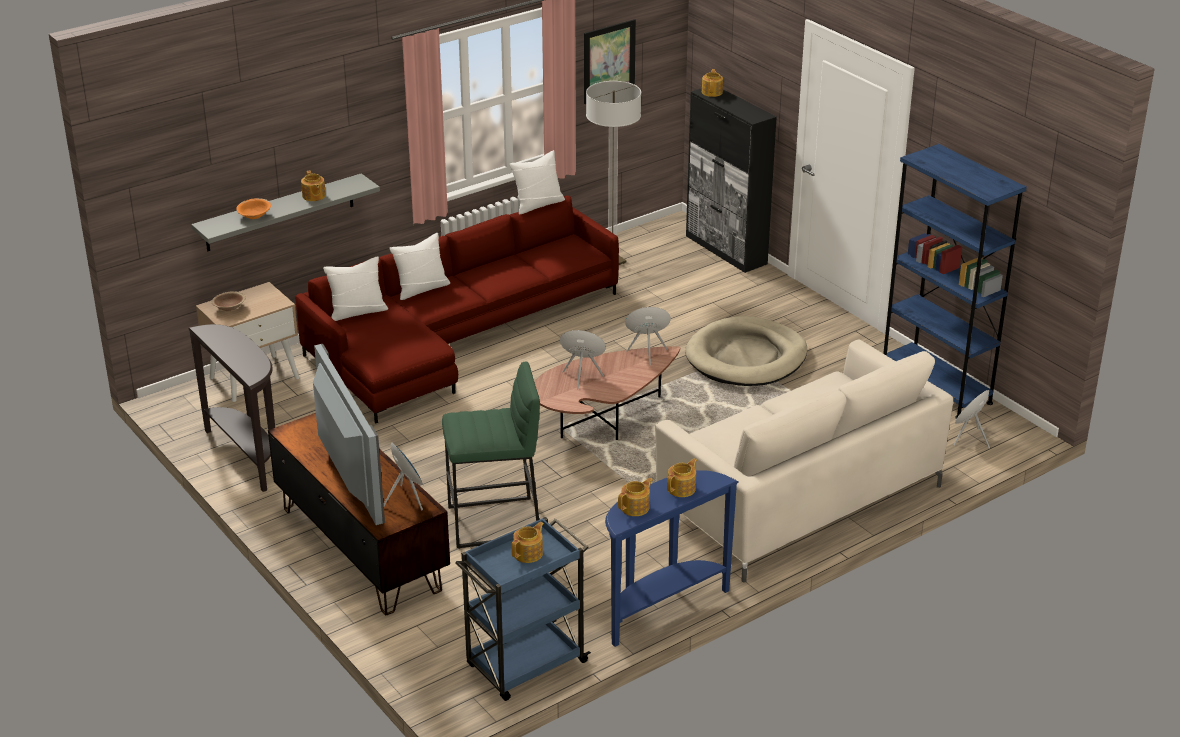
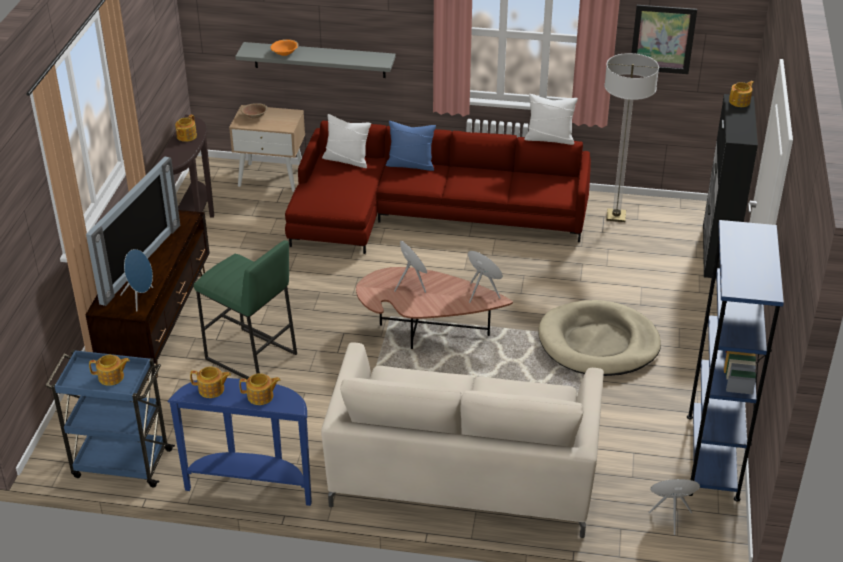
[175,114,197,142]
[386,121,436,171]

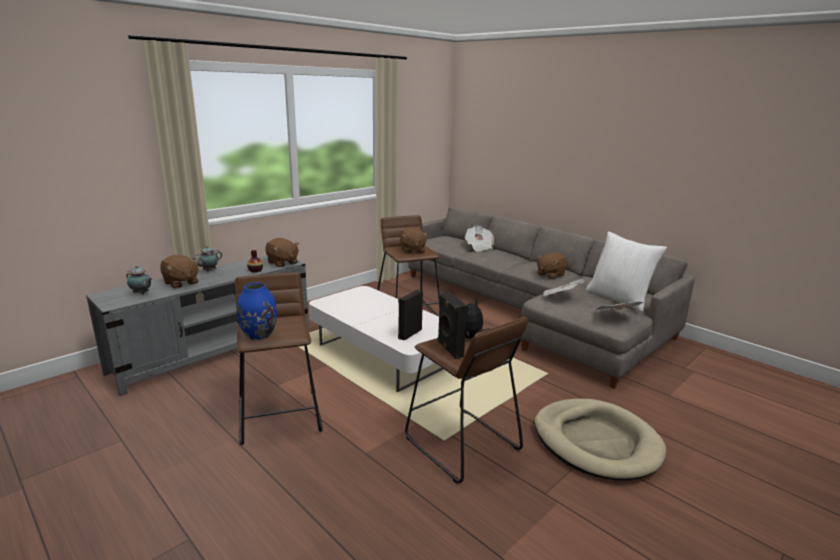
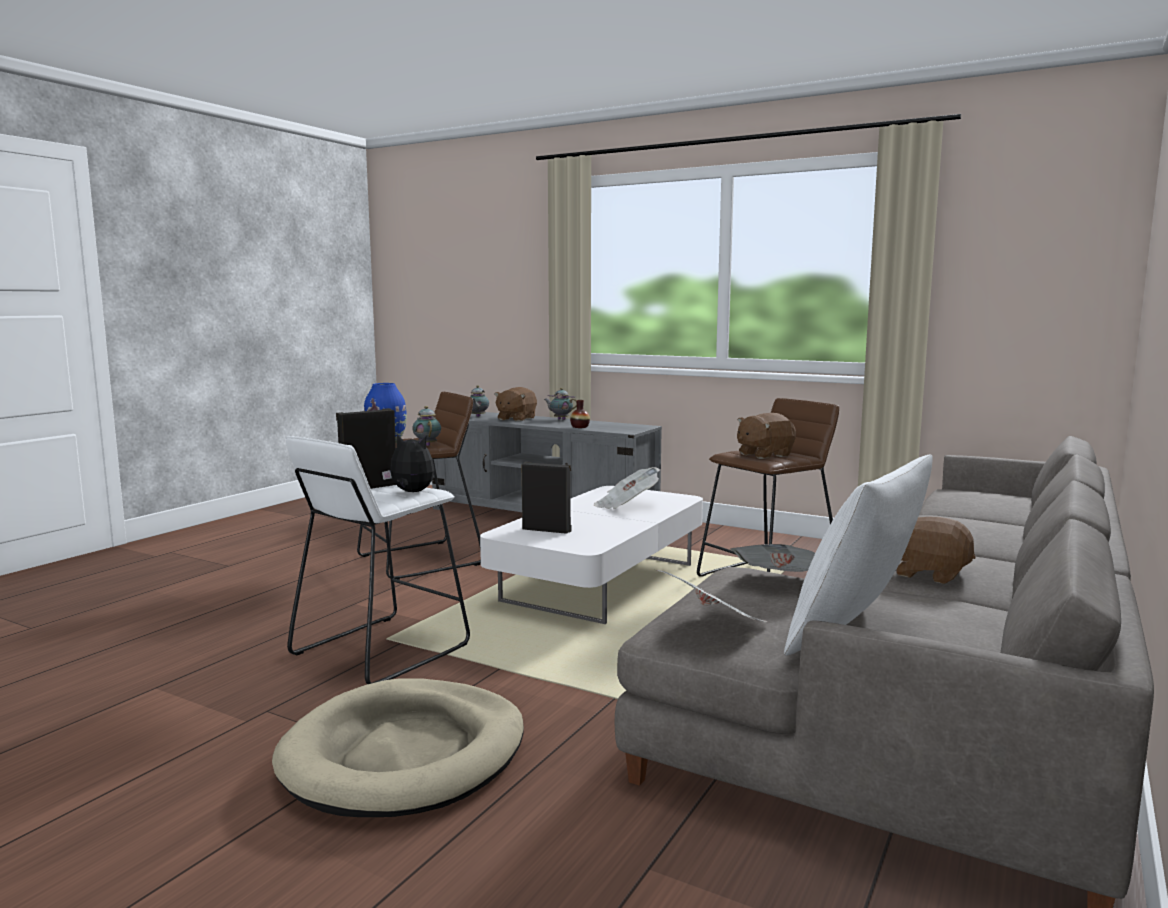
[594,467,660,509]
[265,238,299,267] (first image)
[286,436,470,684]
[412,406,441,446]

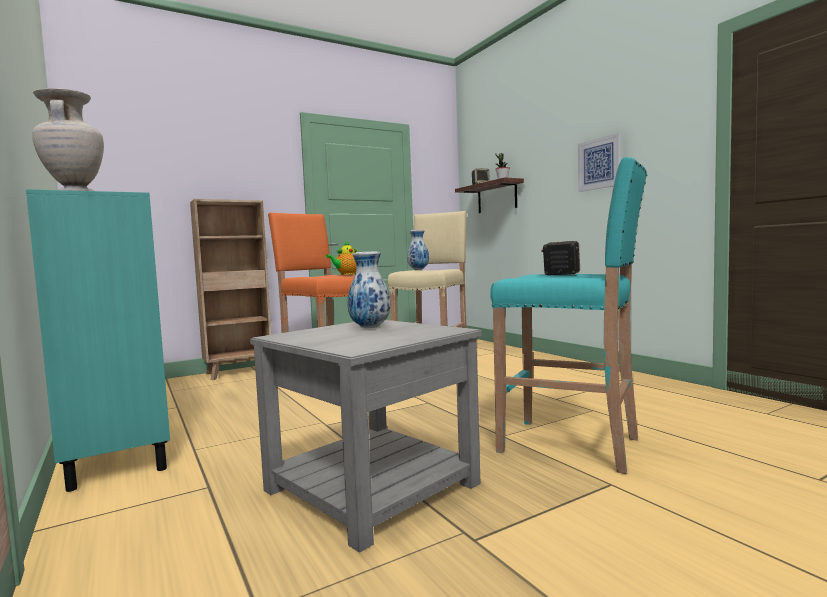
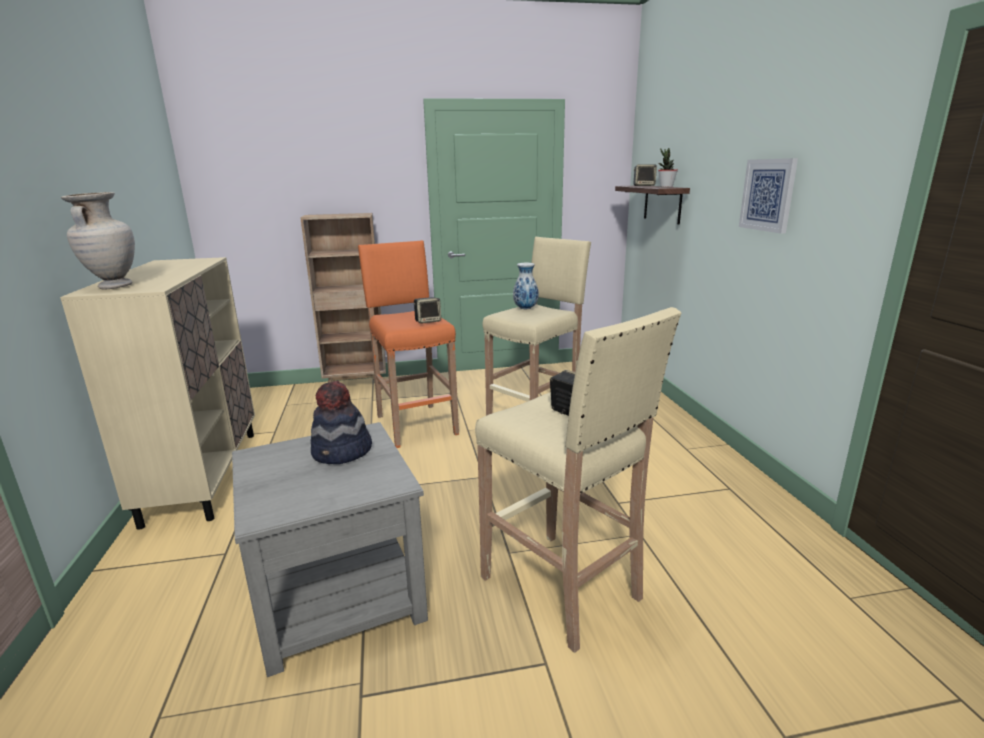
[475,307,681,653]
[60,257,255,530]
[414,297,441,324]
[311,381,372,464]

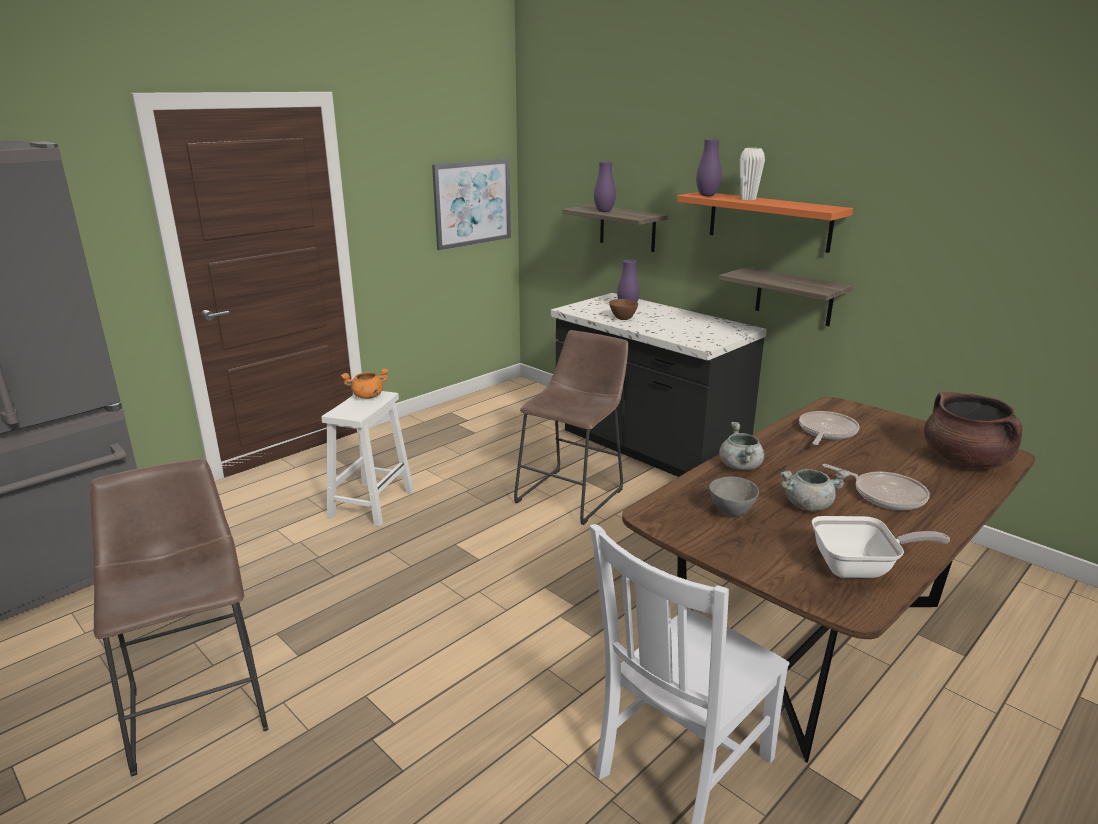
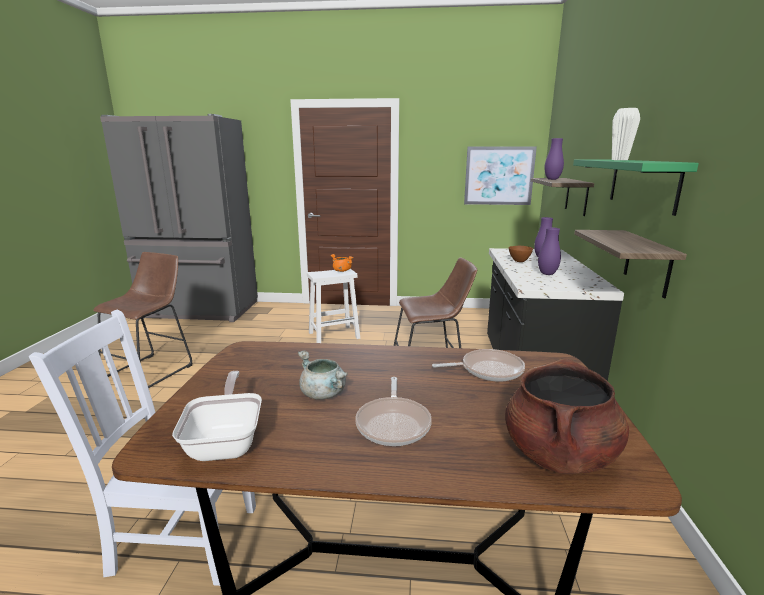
[538,227,561,275]
[573,159,699,216]
[719,422,764,470] (first image)
[709,477,759,518] (first image)
[172,371,262,461]

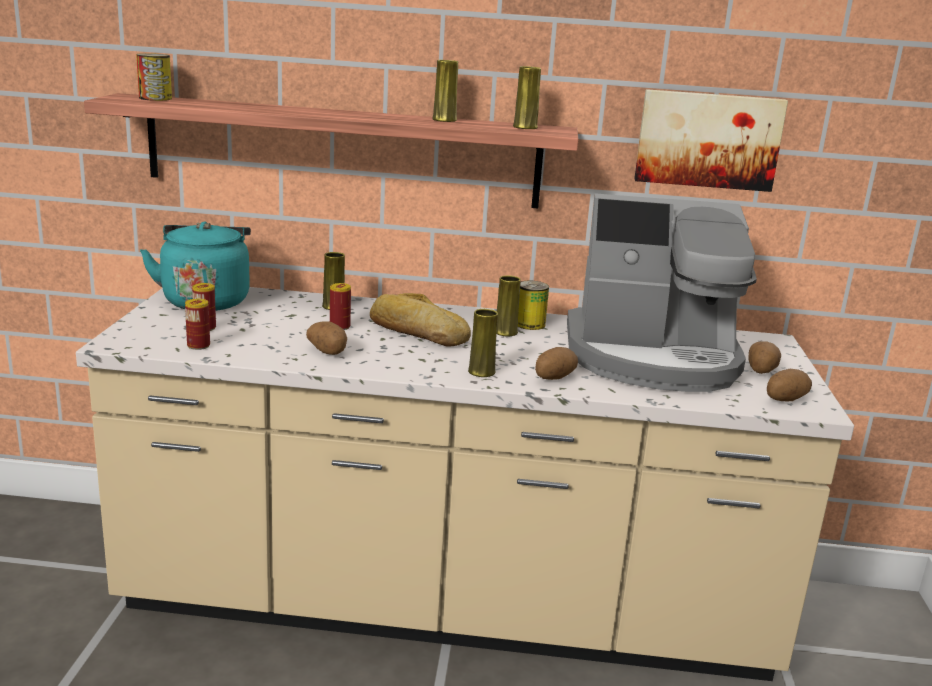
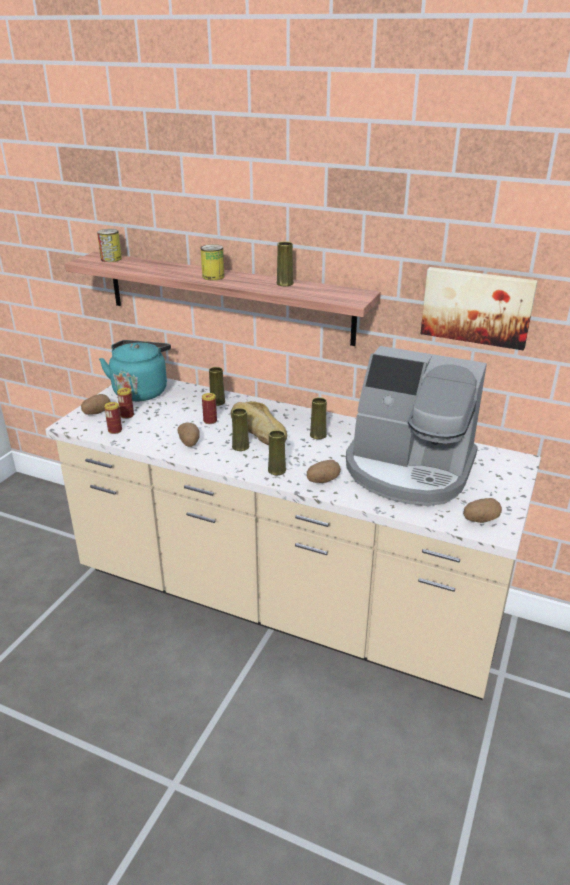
[232,408,249,451]
[201,244,225,280]
[81,394,110,415]

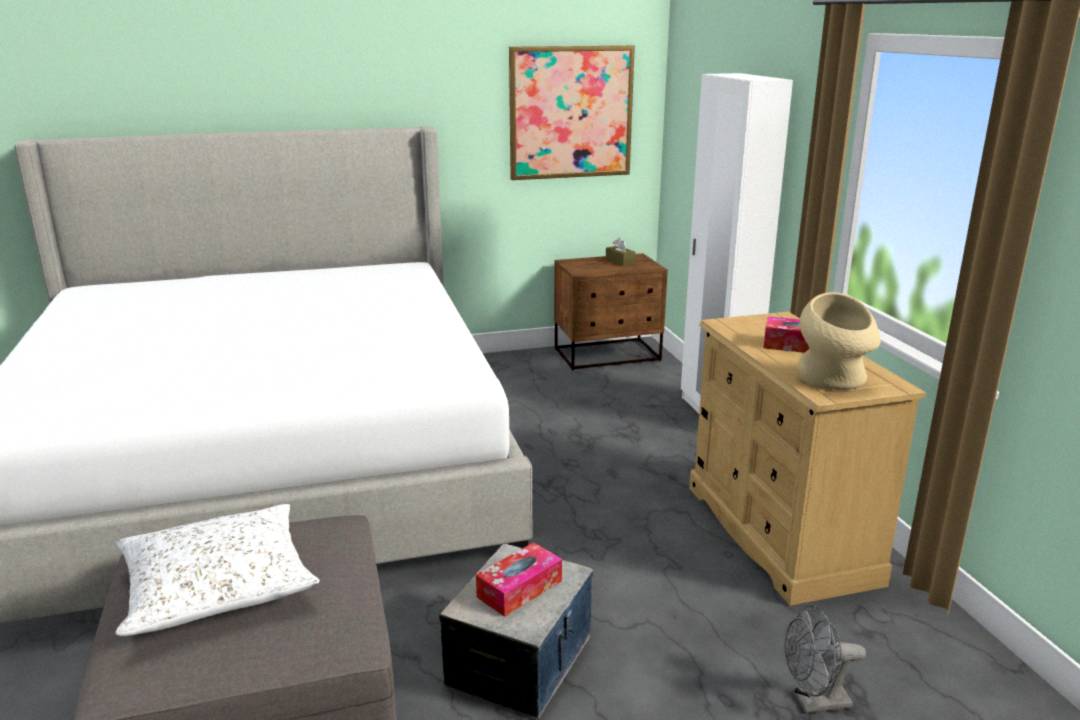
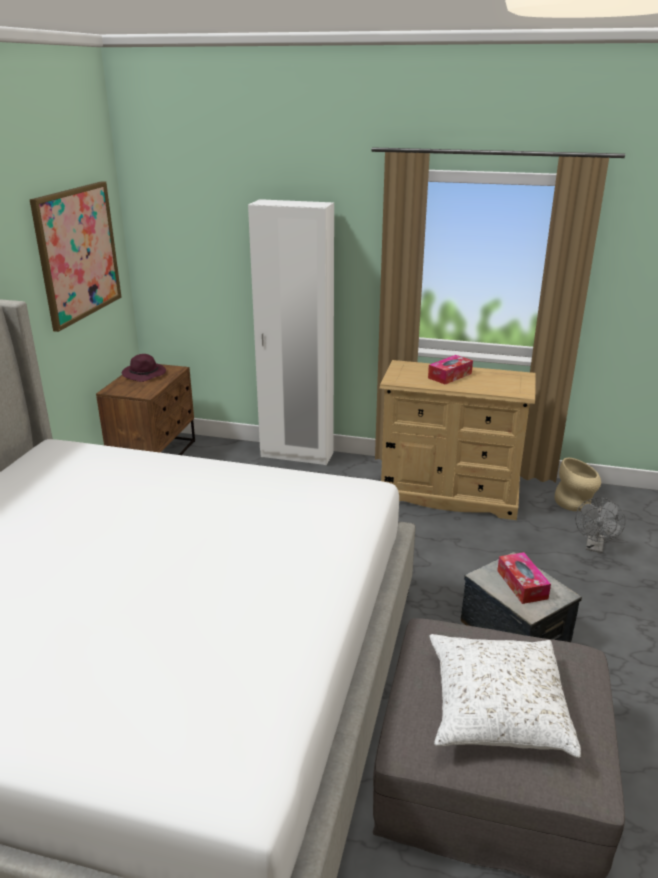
[122,354,166,382]
[555,458,601,511]

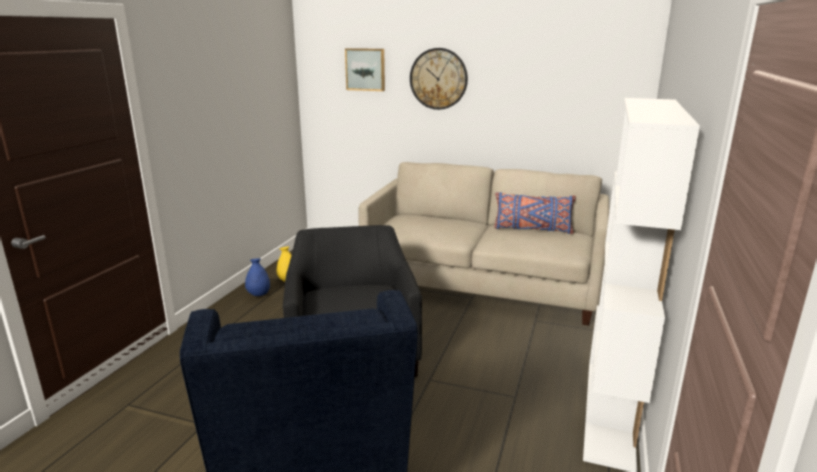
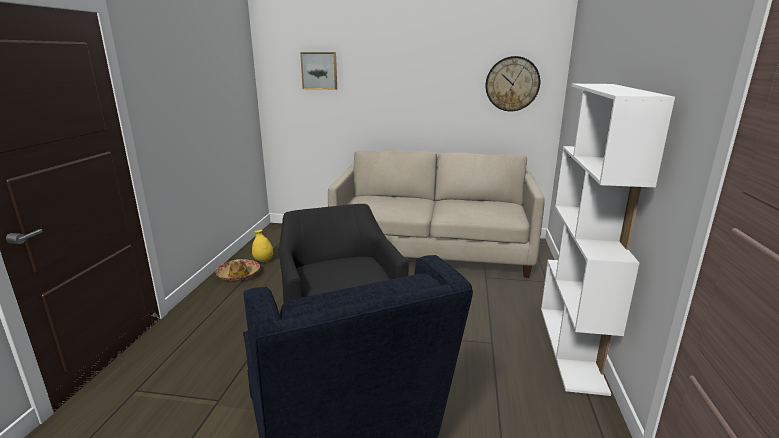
[485,56,540,111]
[494,192,576,234] (first image)
[215,259,260,281]

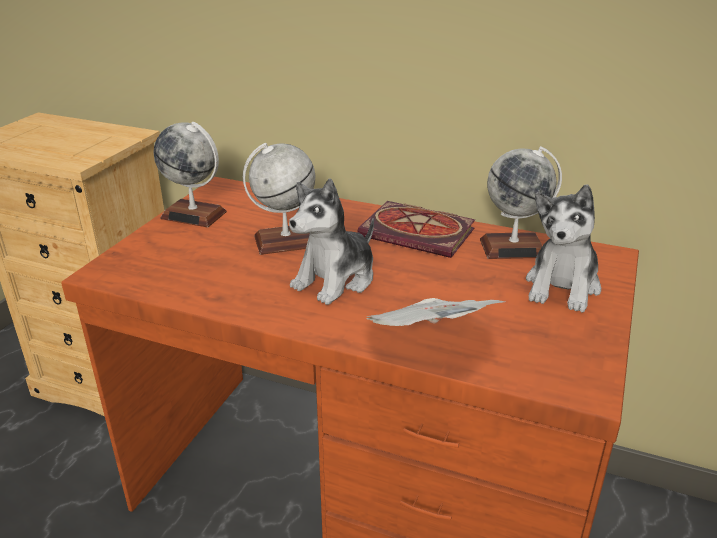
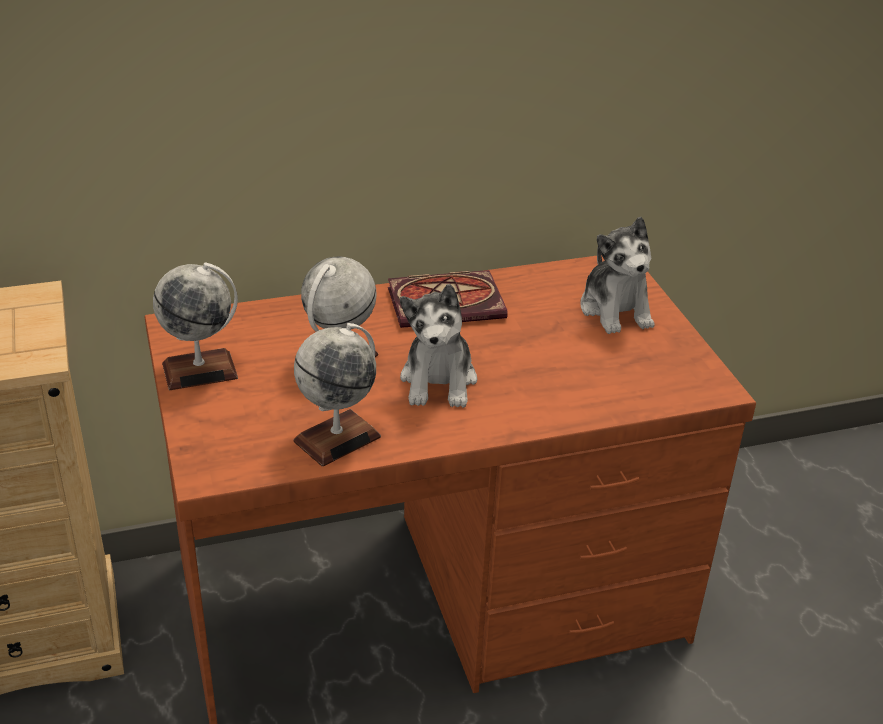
[293,323,381,467]
[366,298,504,326] (first image)

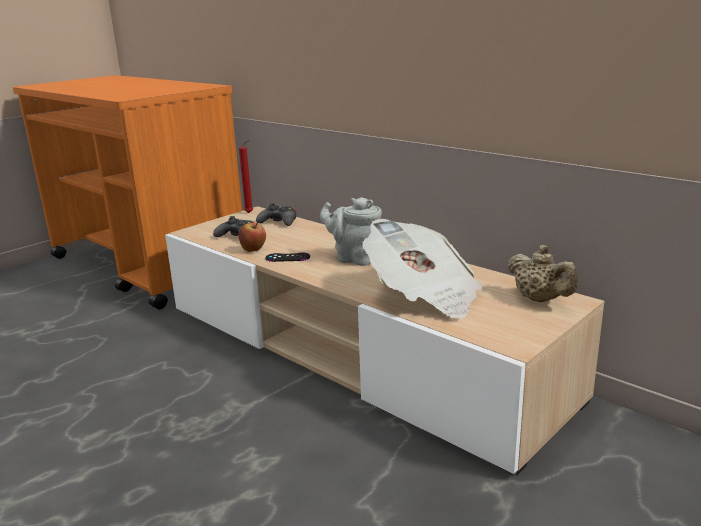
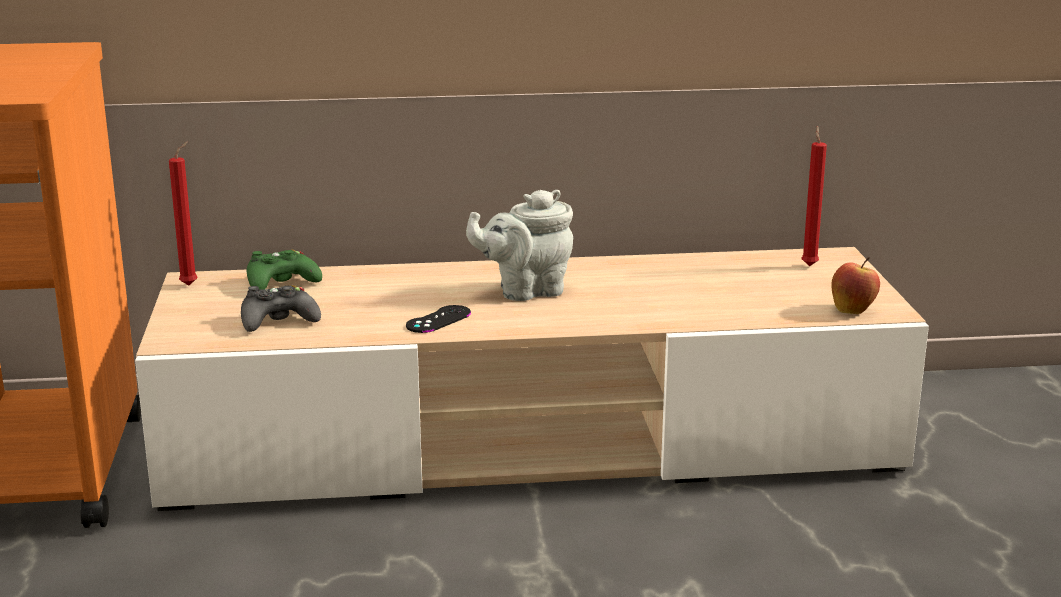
[247,249,322,290]
[362,219,483,319] (first image)
[831,257,880,314]
[801,126,827,266]

